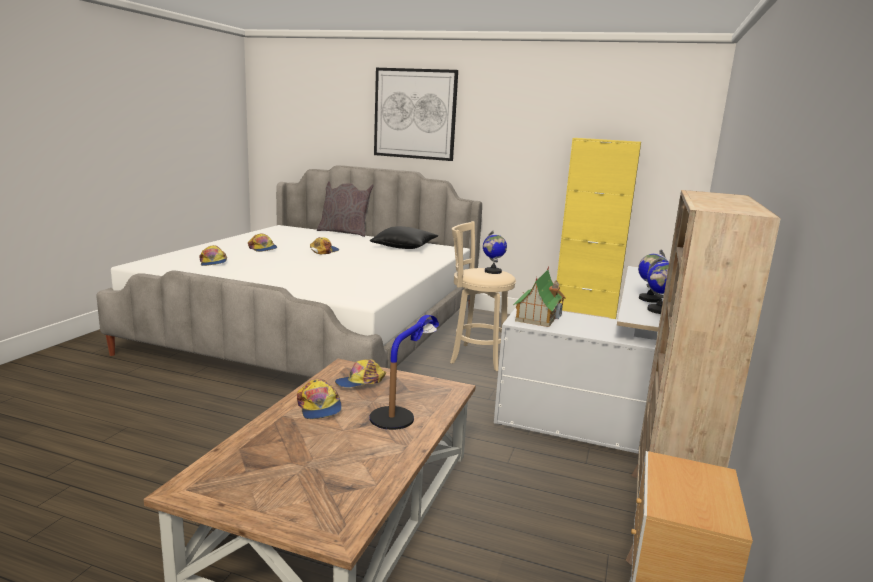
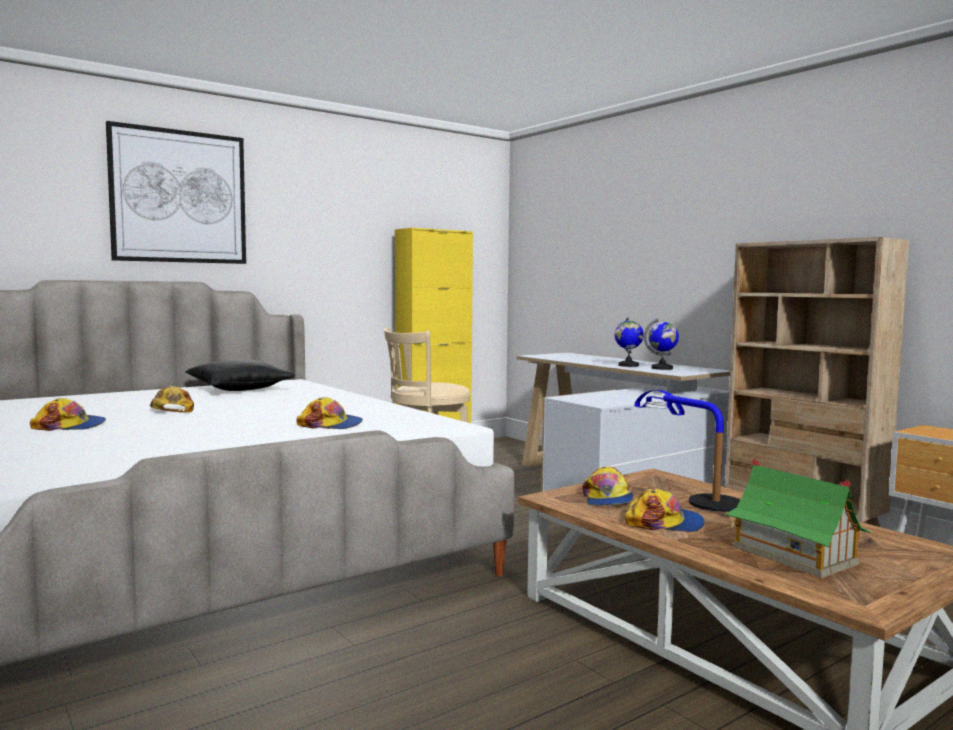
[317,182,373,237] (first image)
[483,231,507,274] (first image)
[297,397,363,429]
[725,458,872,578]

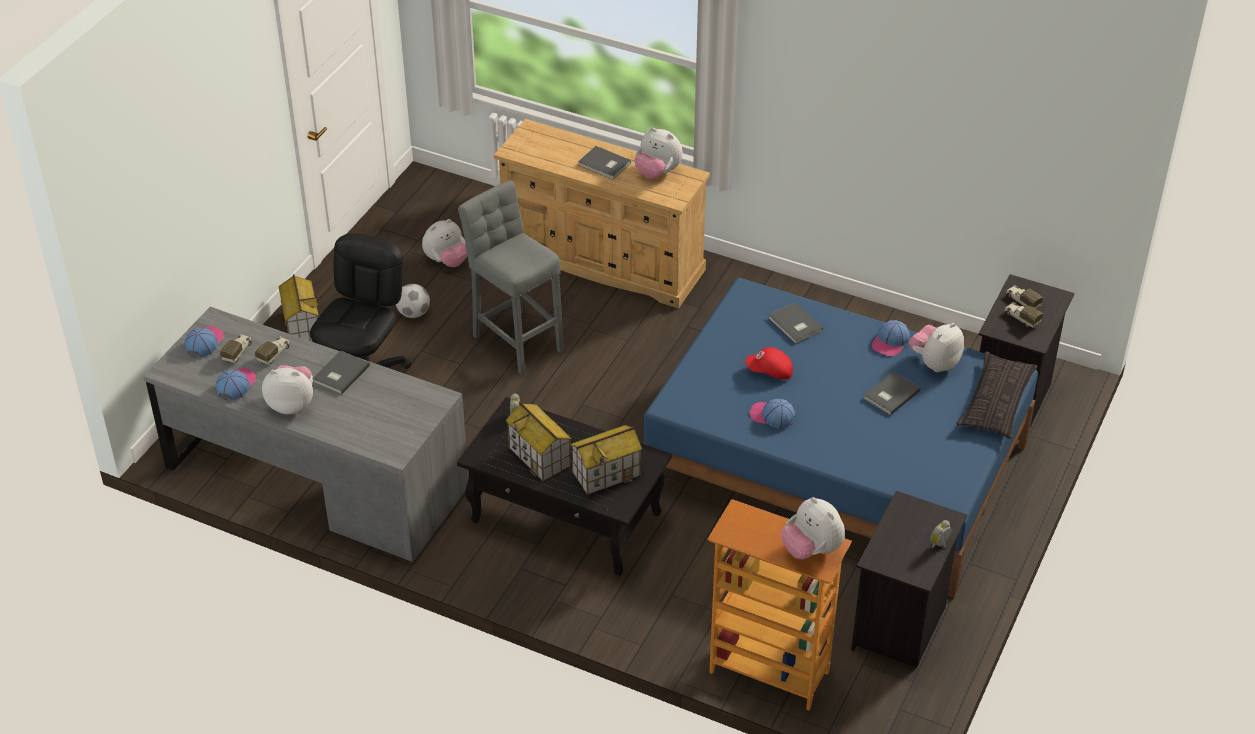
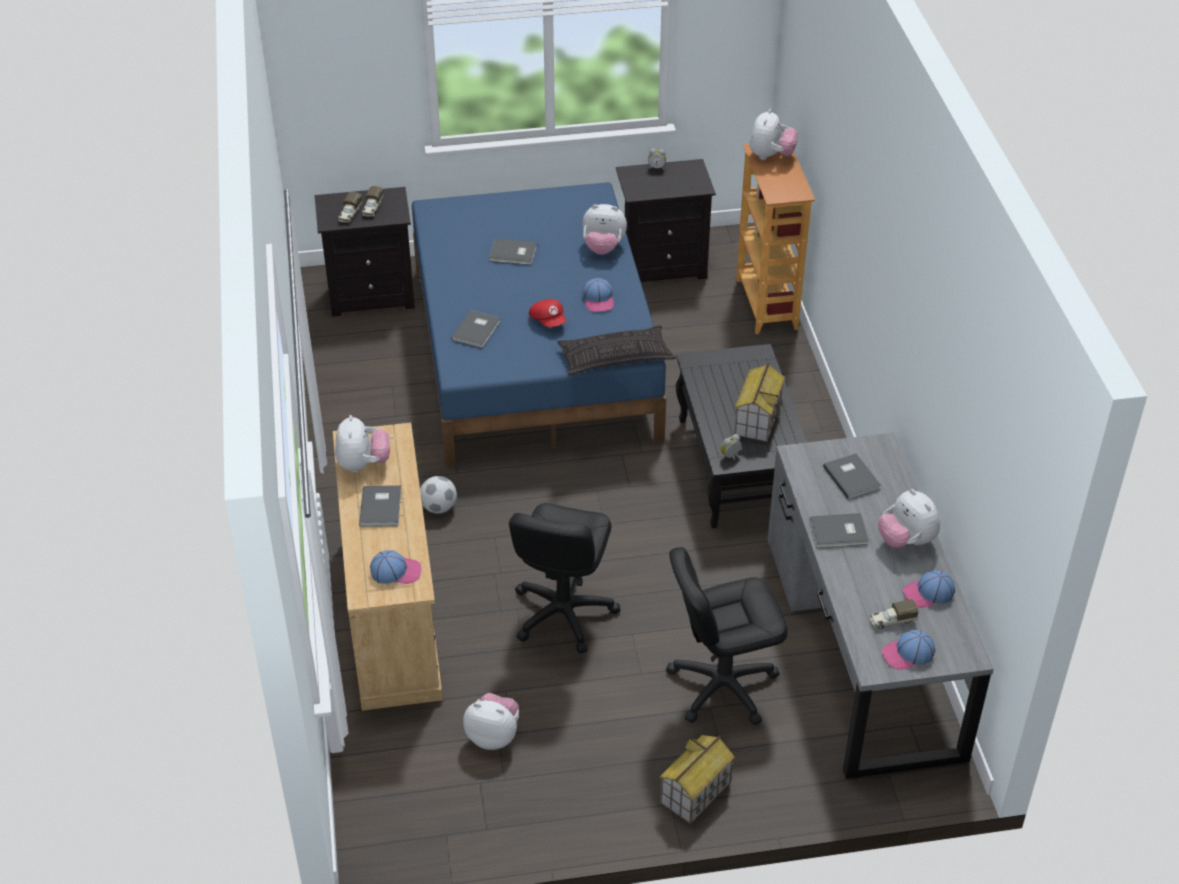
[509,503,620,653]
[420,476,457,514]
[370,550,421,584]
[582,204,627,255]
[255,336,290,365] (first image)
[558,325,676,376]
[570,425,642,495] (first image)
[823,453,881,500]

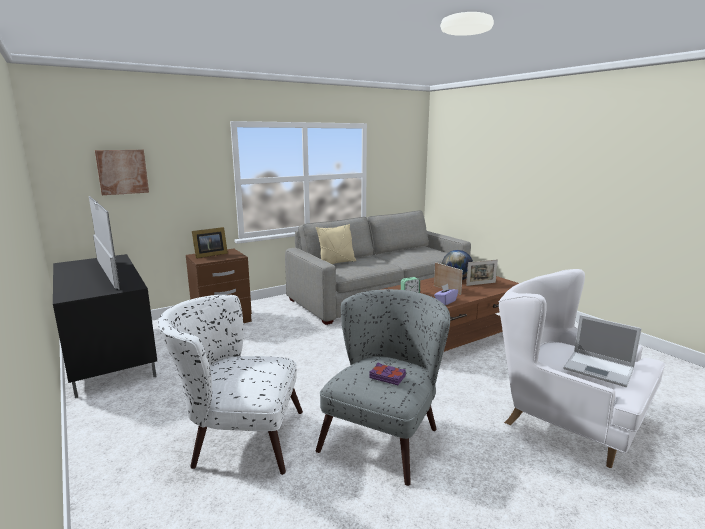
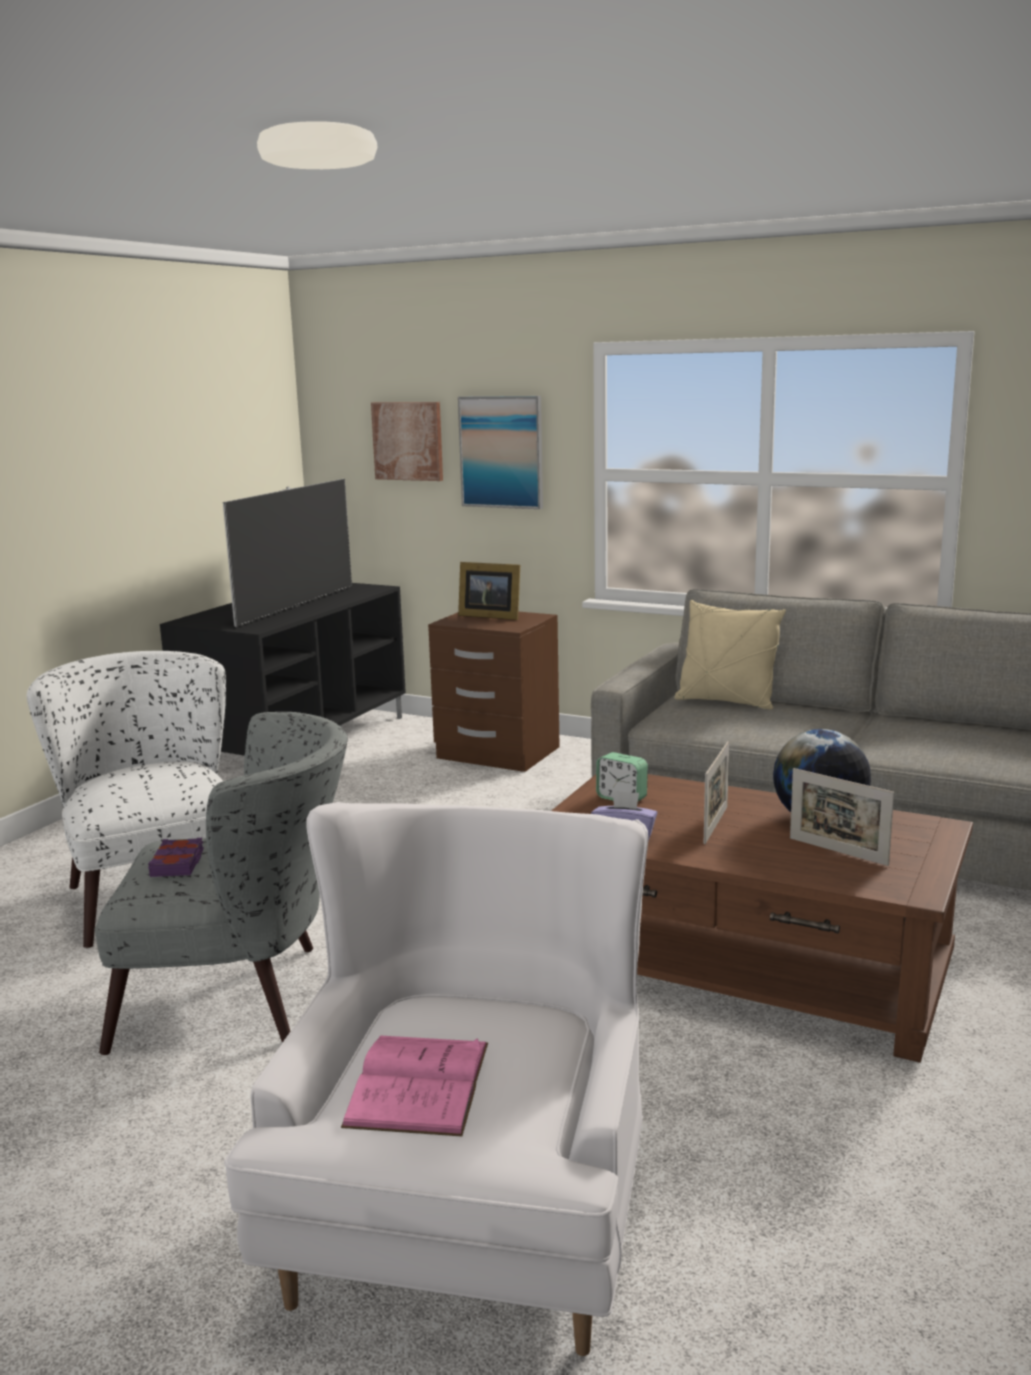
[341,1036,488,1137]
[458,396,543,509]

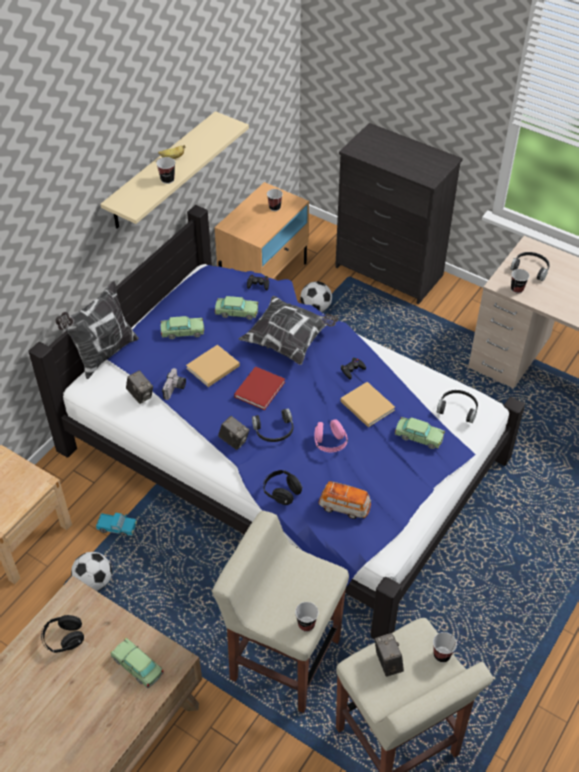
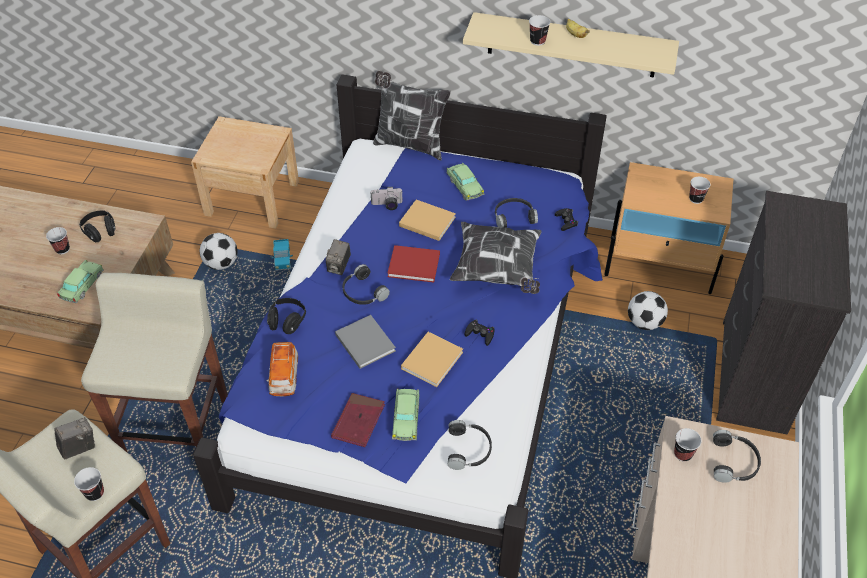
[495,198,538,228]
[126,370,153,404] (first image)
[335,315,396,369]
[46,227,70,254]
[331,393,385,447]

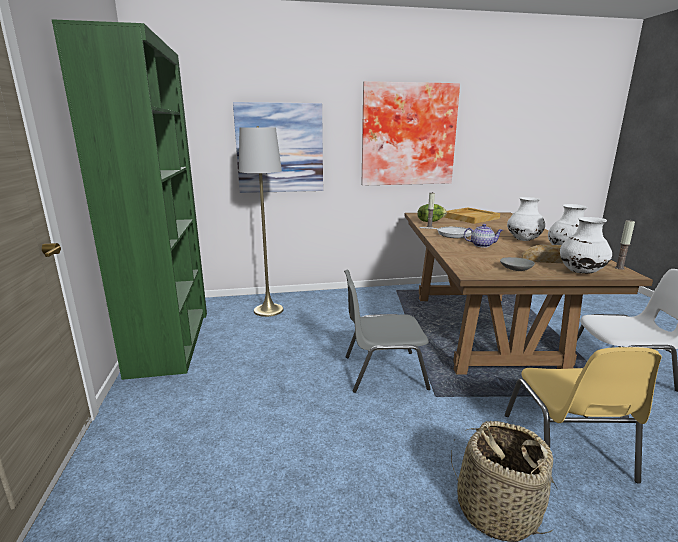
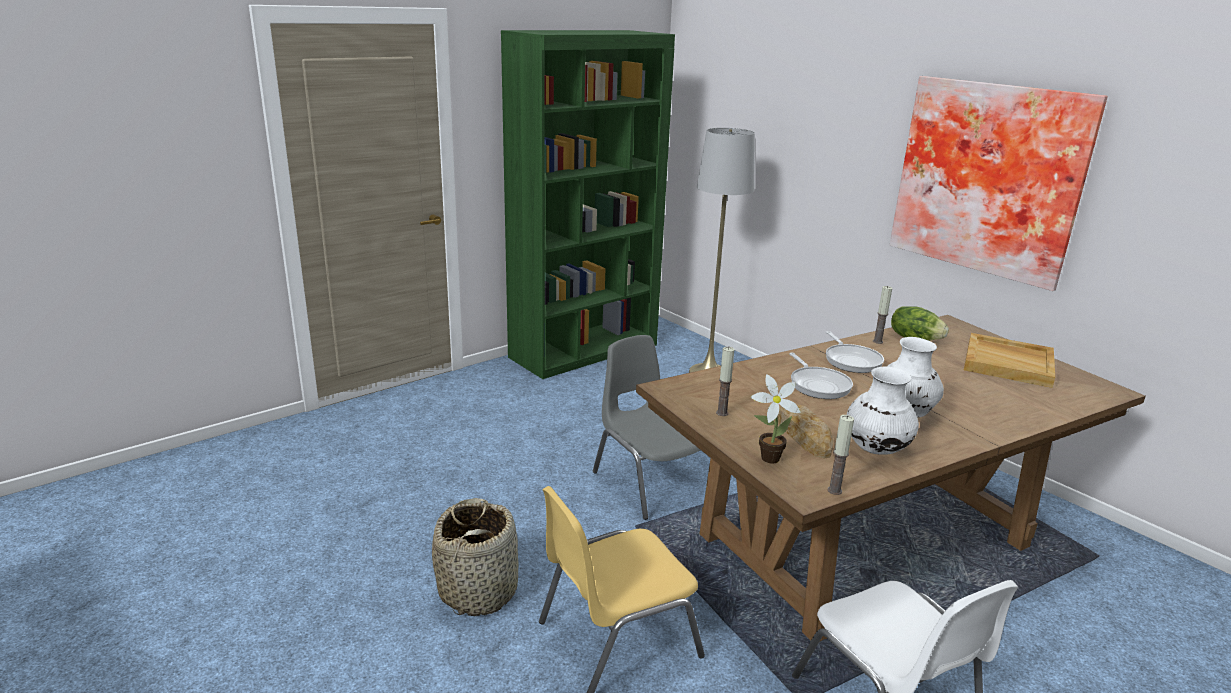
[233,102,323,193] (first image)
[751,375,801,464]
[789,353,853,399]
[716,347,735,416]

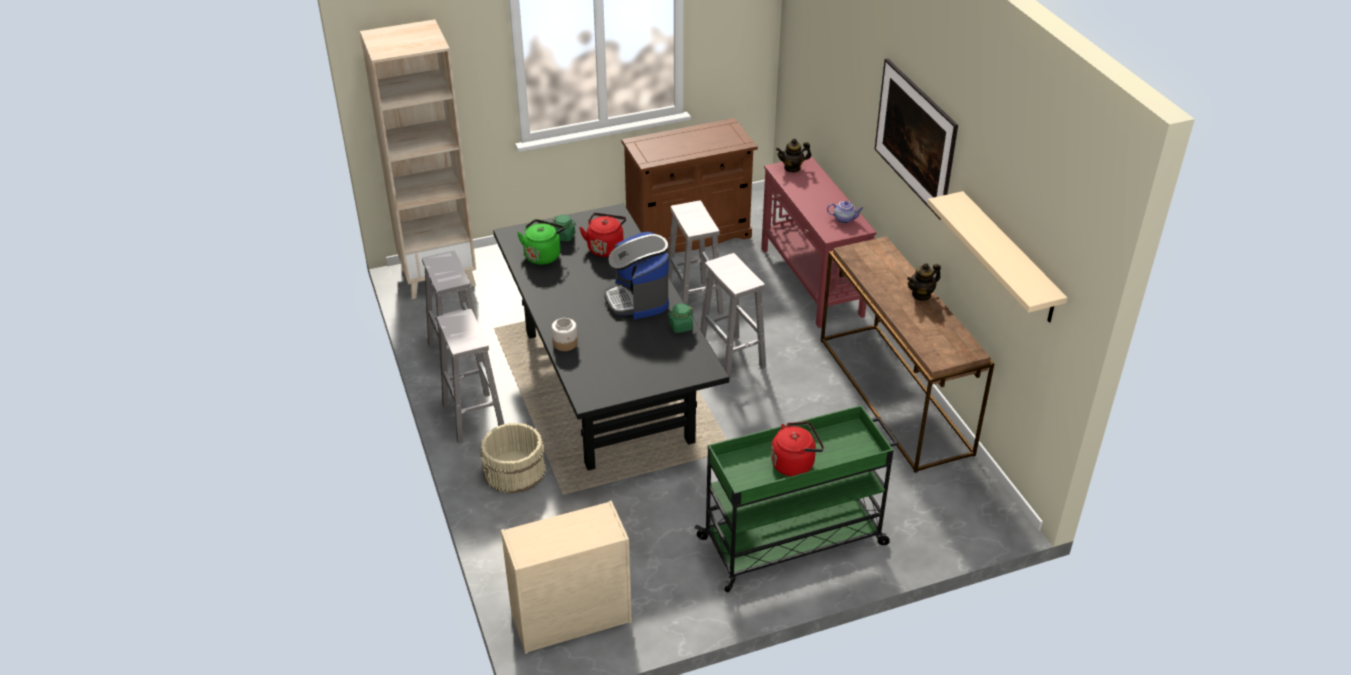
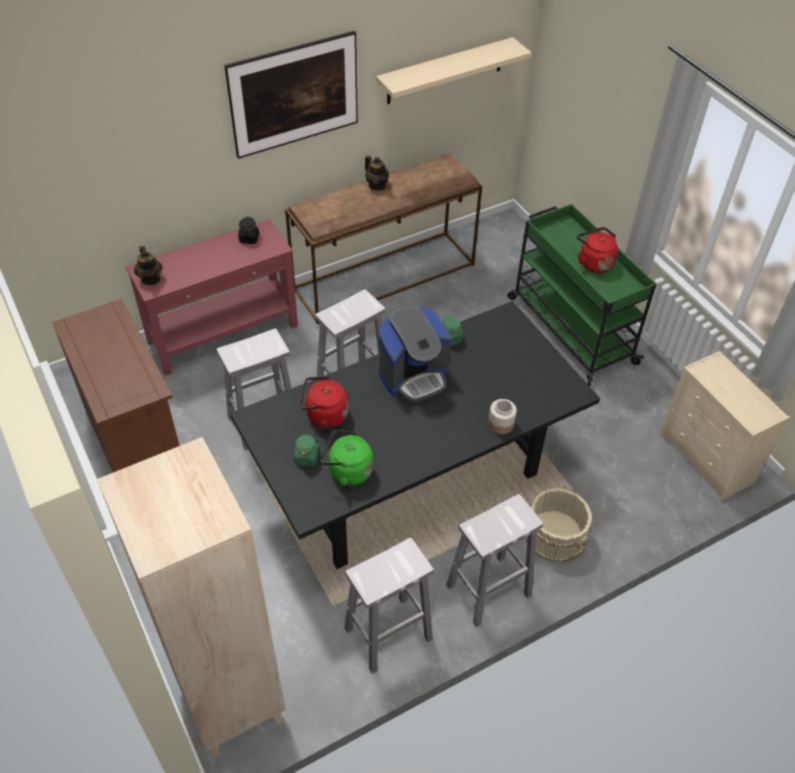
[238,217,259,244]

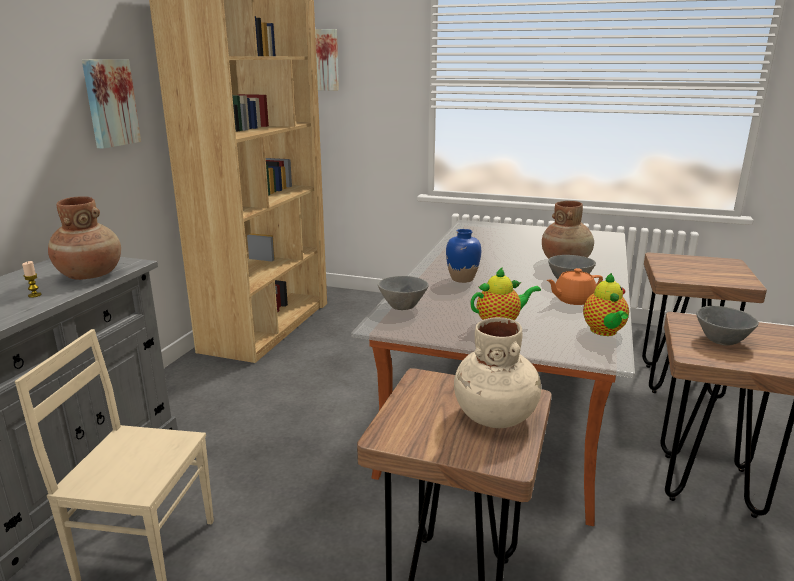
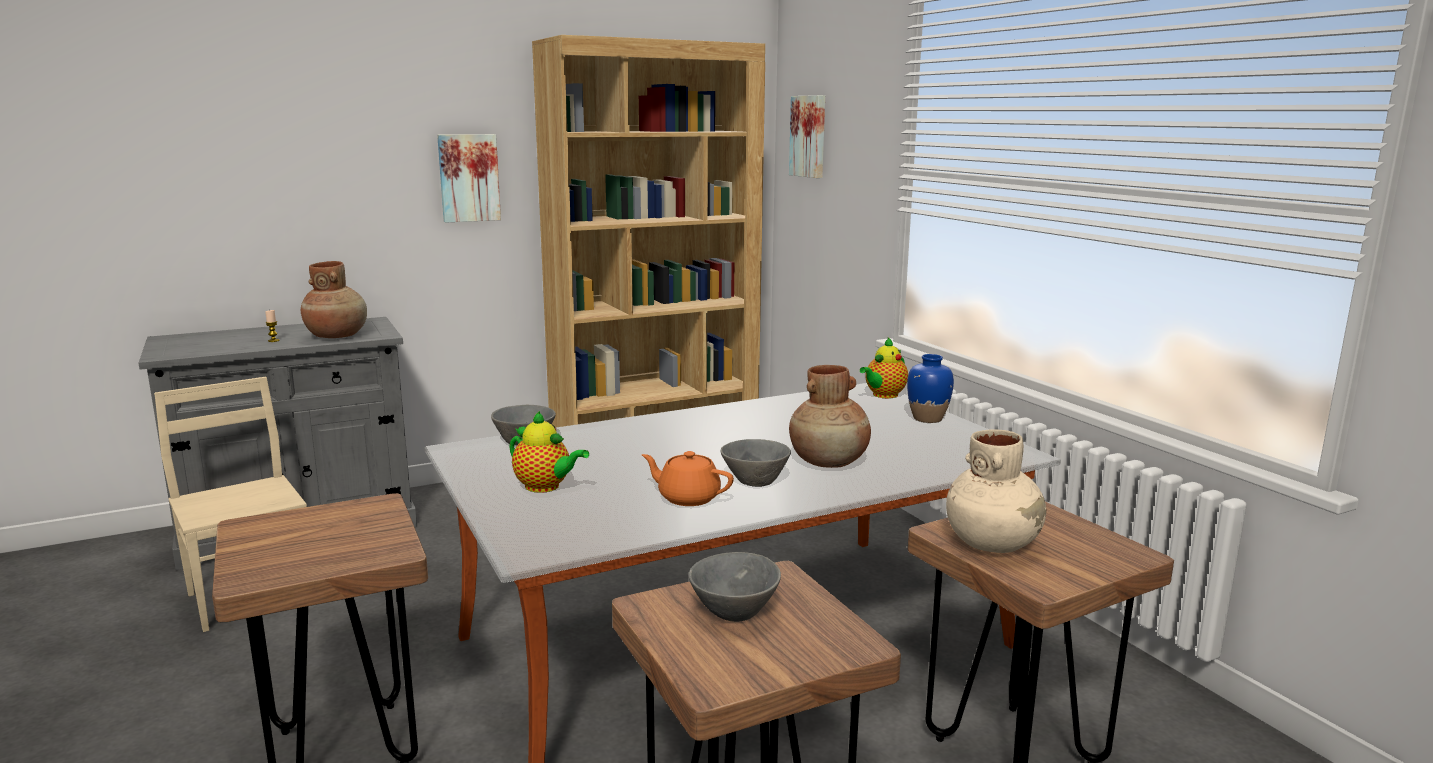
[907,354,954,423]
[860,337,908,398]
[946,429,1046,553]

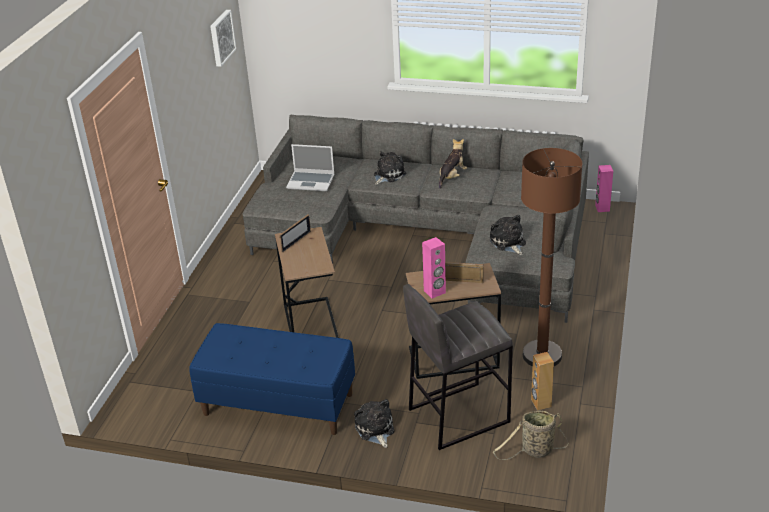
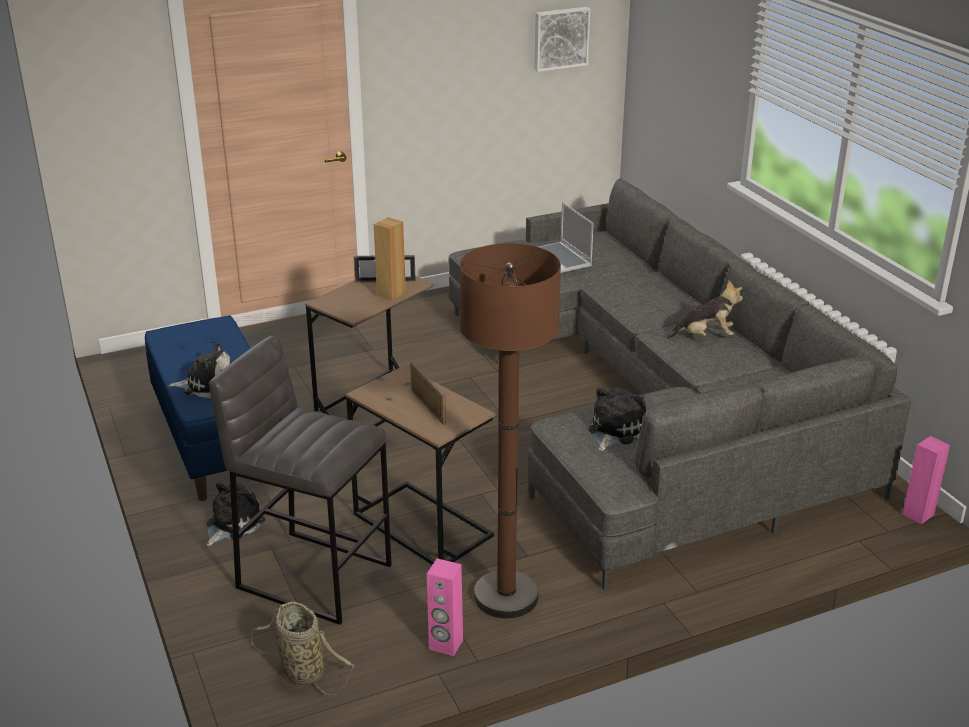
[169,343,232,398]
[427,558,463,656]
[374,217,406,300]

